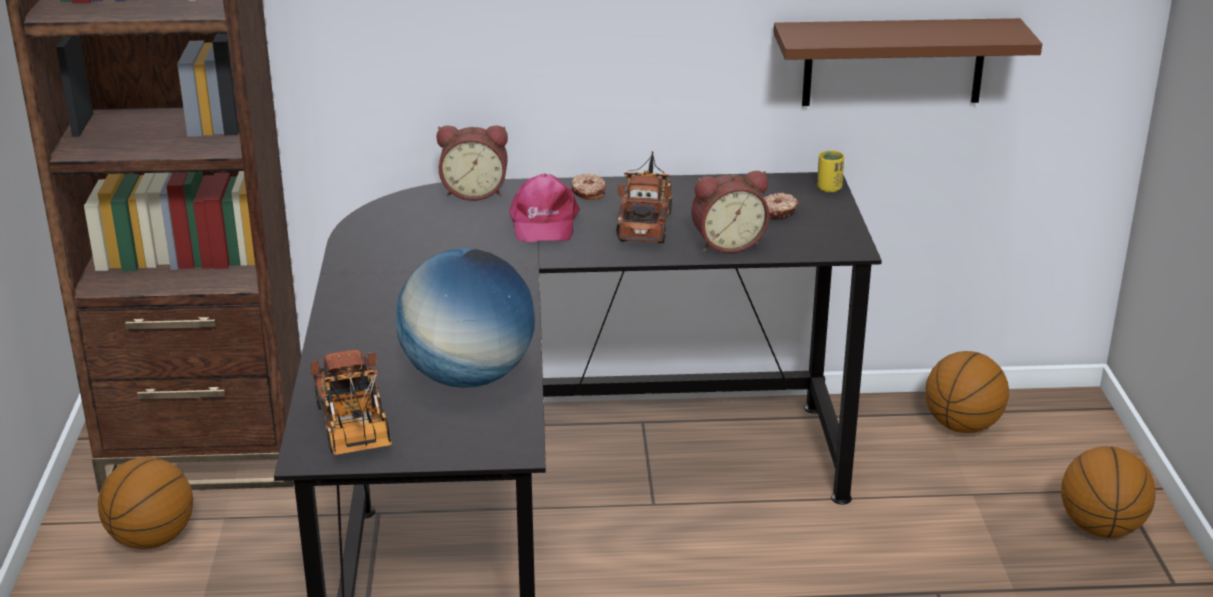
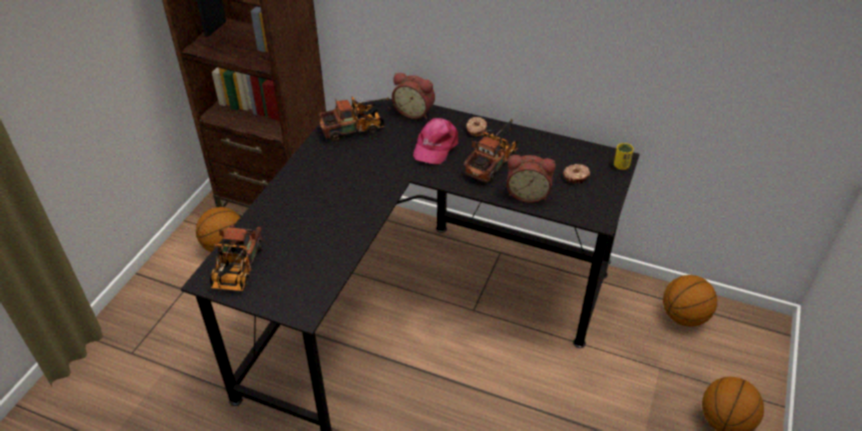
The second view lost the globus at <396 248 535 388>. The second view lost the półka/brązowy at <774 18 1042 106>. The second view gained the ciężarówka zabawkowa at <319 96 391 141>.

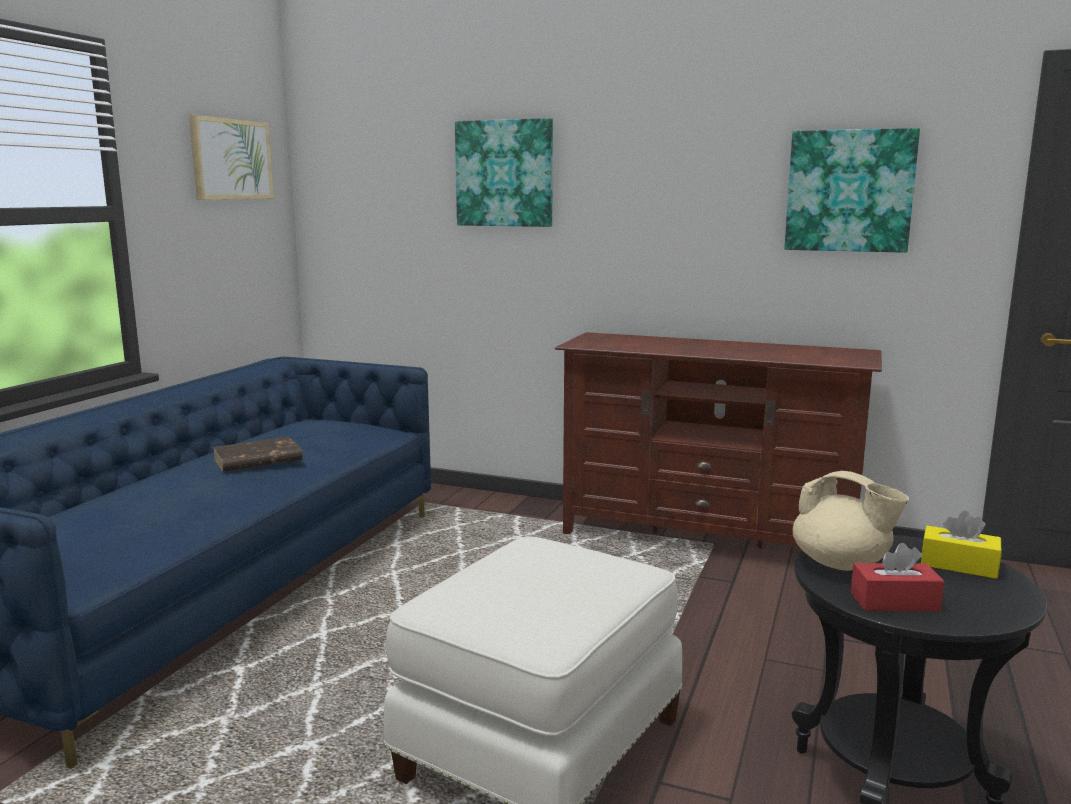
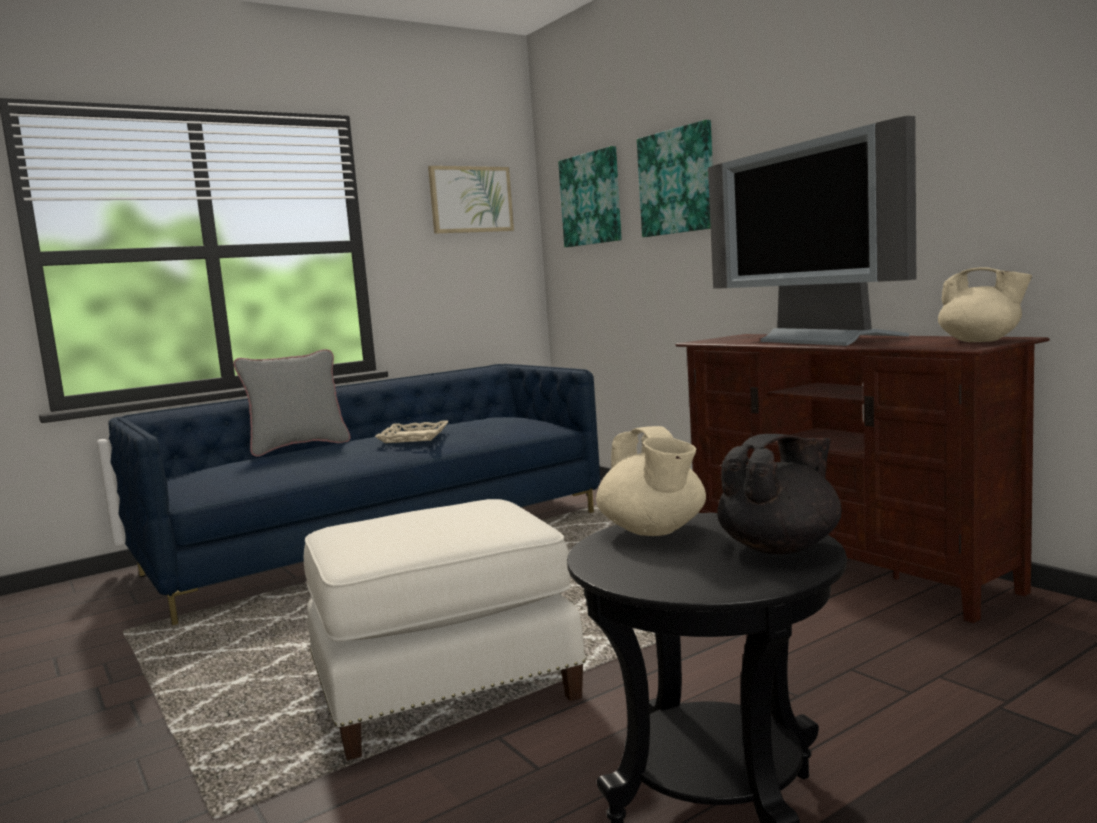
The second view lost the pudełko chusteczek/czerwony at <851 543 944 612>. The second view gained the poduszka/szary at <233 349 350 457>. The second view gained the telewizor at <708 116 916 346>. The second view gained the imbryk/beżowy at <938 267 1032 342>. The obraz ended up elsewhere, having gone from <785 128 920 253> to <558 146 622 247>. Where the książka/brązowy stood at <212 437 303 472>, the taca/beżowy came to stand at <375 420 449 443>. Where the pudełko chusteczek/żółty stood at <921 511 1002 579>, the imbryk/czarny came to stand at <717 434 842 554>.

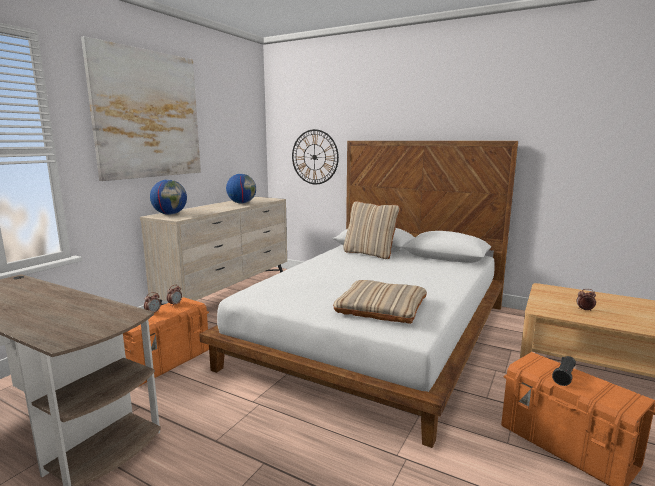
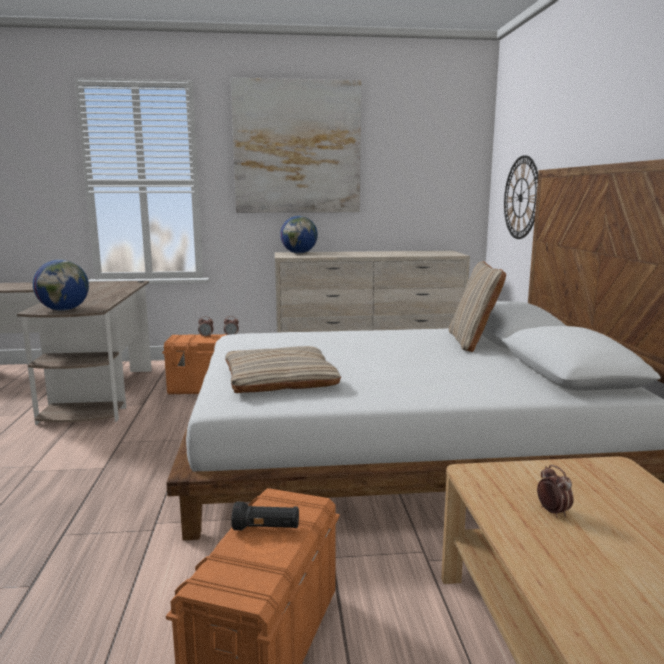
The globus ended up elsewhere, having gone from <226 174 256 204> to <33 260 89 311>.

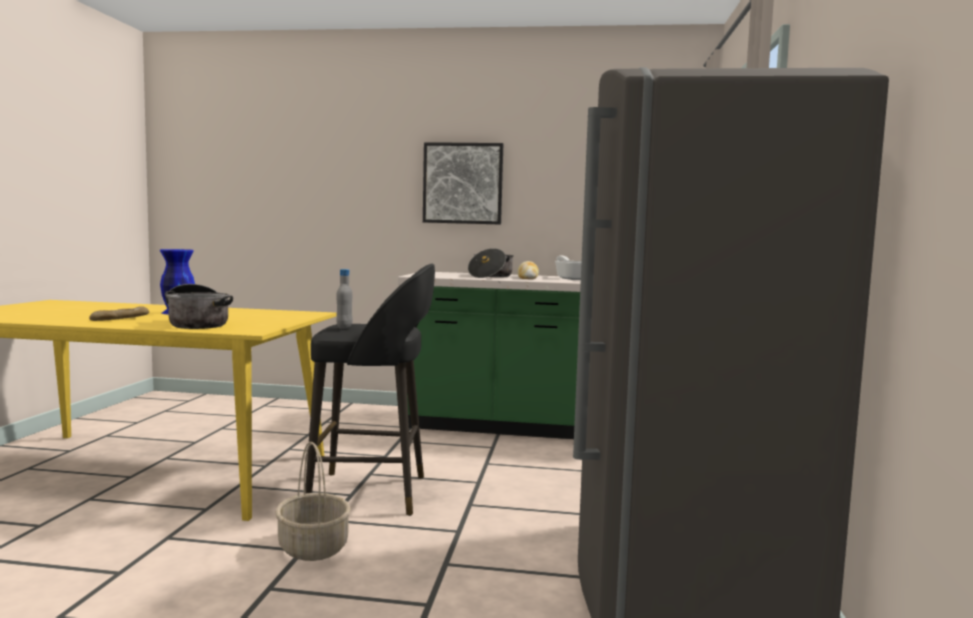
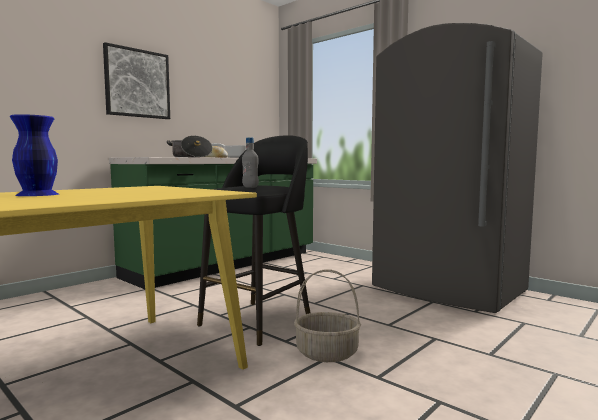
The second view lost the chleb at <89 306 149 321>. The second view lost the garnek at <165 284 233 329>.

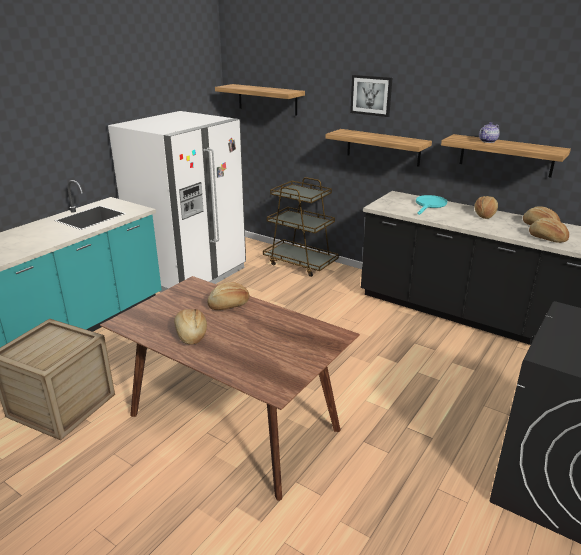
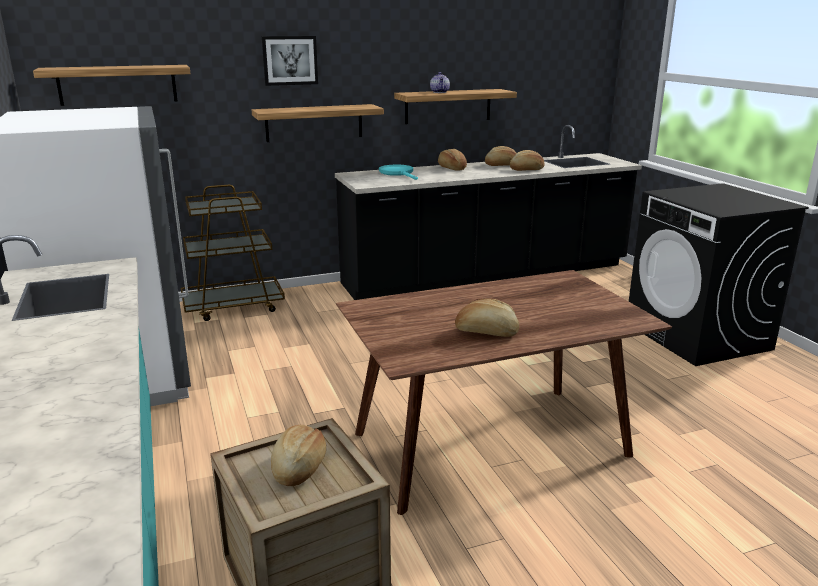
The chleb ended up elsewhere, having gone from <207 282 250 310> to <271 425 326 486>.

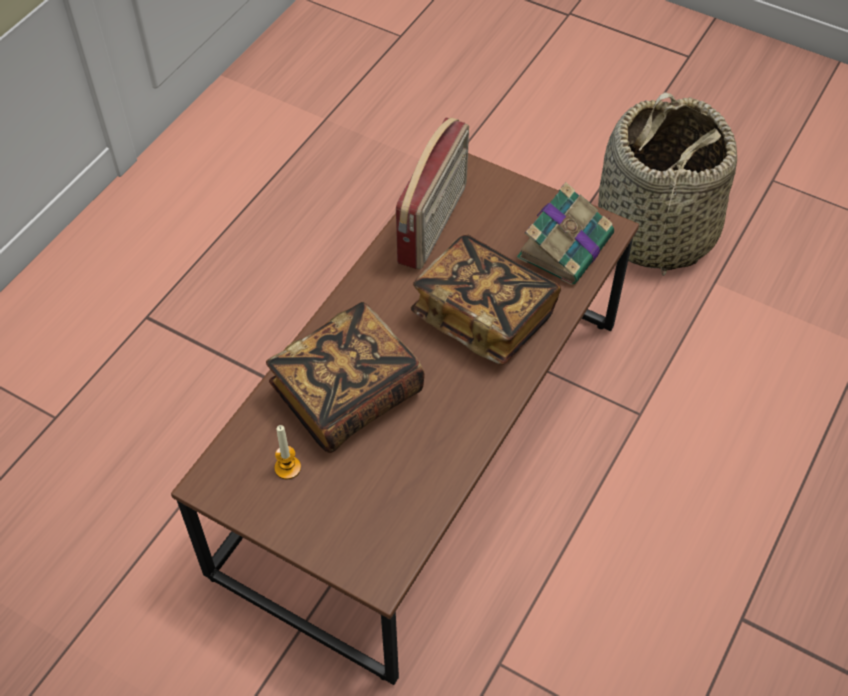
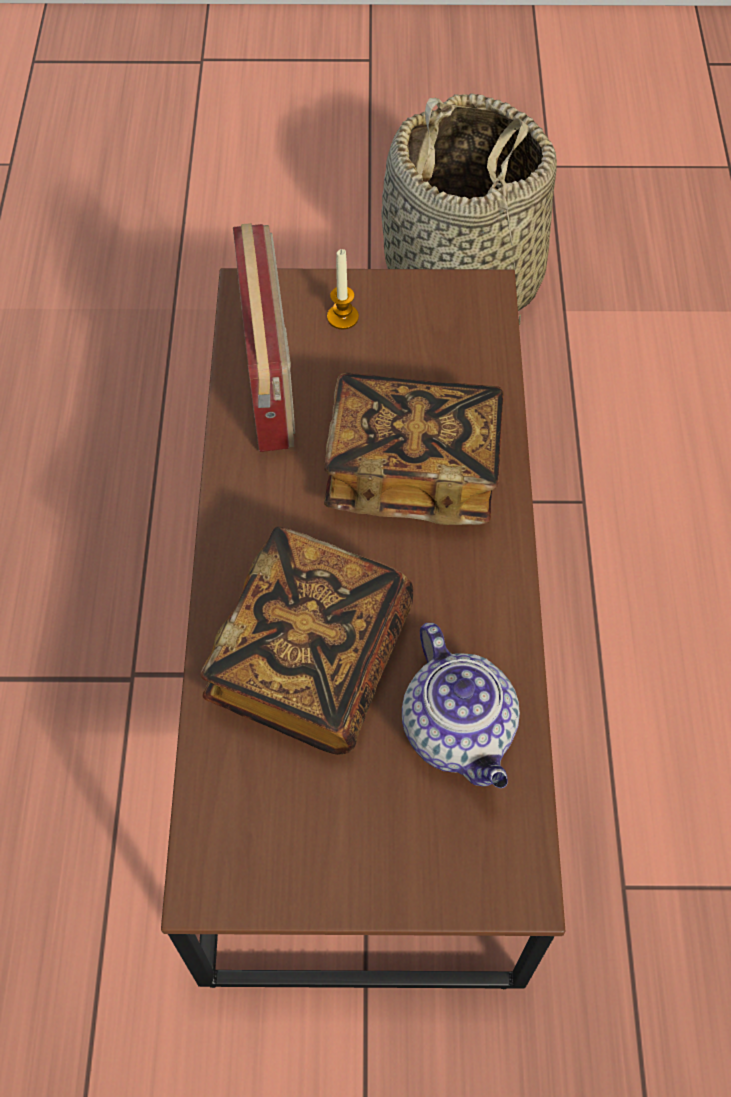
The second view lost the książka at <517 182 614 285>. The second view gained the imbryk at <402 623 520 788>. The świeca ended up elsewhere, having gone from <274 425 301 480> to <327 249 359 329>.

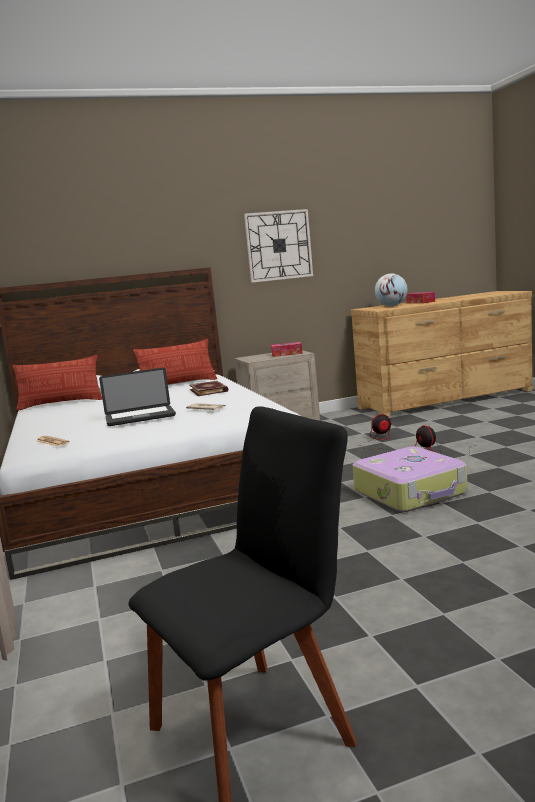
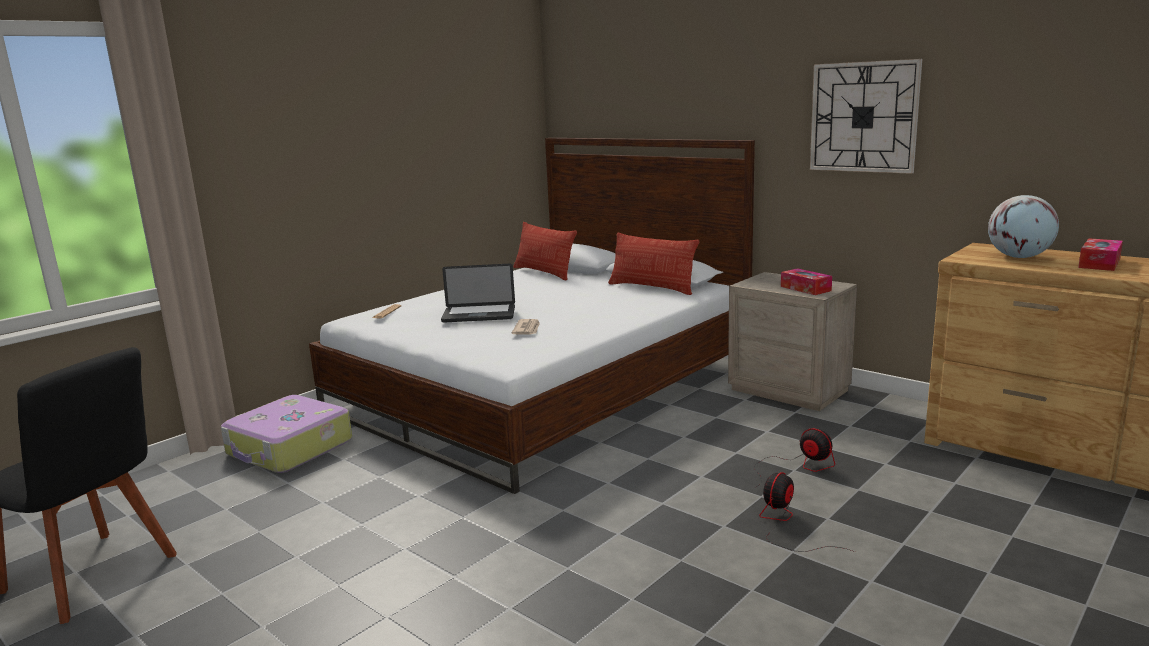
The second view lost the książka at <189 381 229 396>. The walizka ended up elsewhere, having gone from <353 446 468 512> to <221 395 352 473>. The laptop at <99 368 176 426> ended up facing another way, 45 degrees counterclockwise from before.

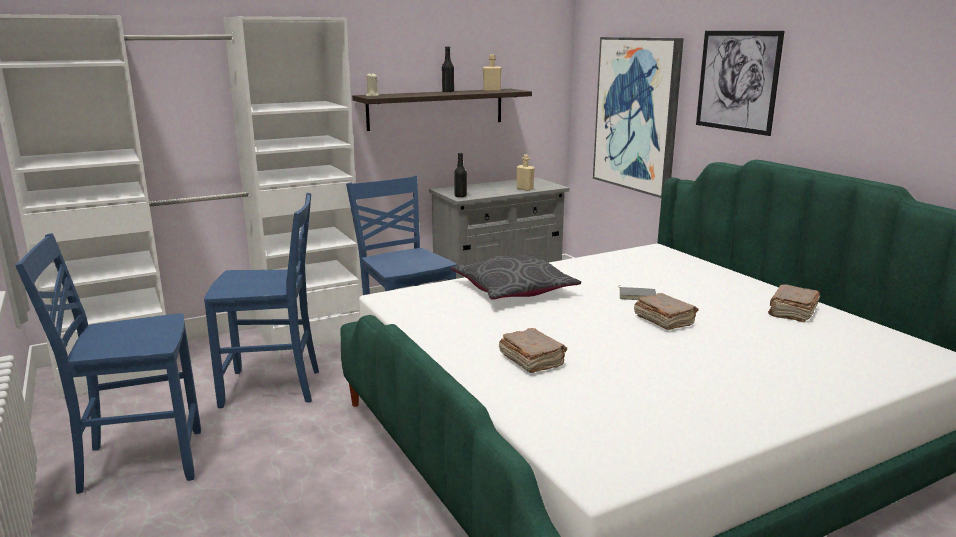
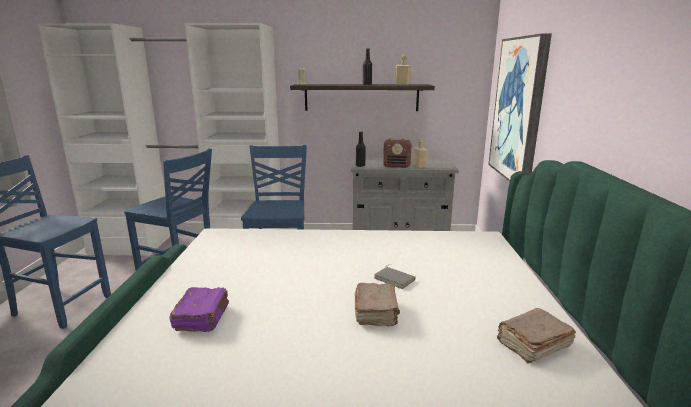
The second view lost the poduszka/szary at <450 254 581 300>. The second view lost the obraz at <696 31 784 136>. The second view gained the radio at <383 138 412 168>. What was the książka/brązowy at <499 328 567 373> turned into the książka/fioletowy at <169 287 229 332>.

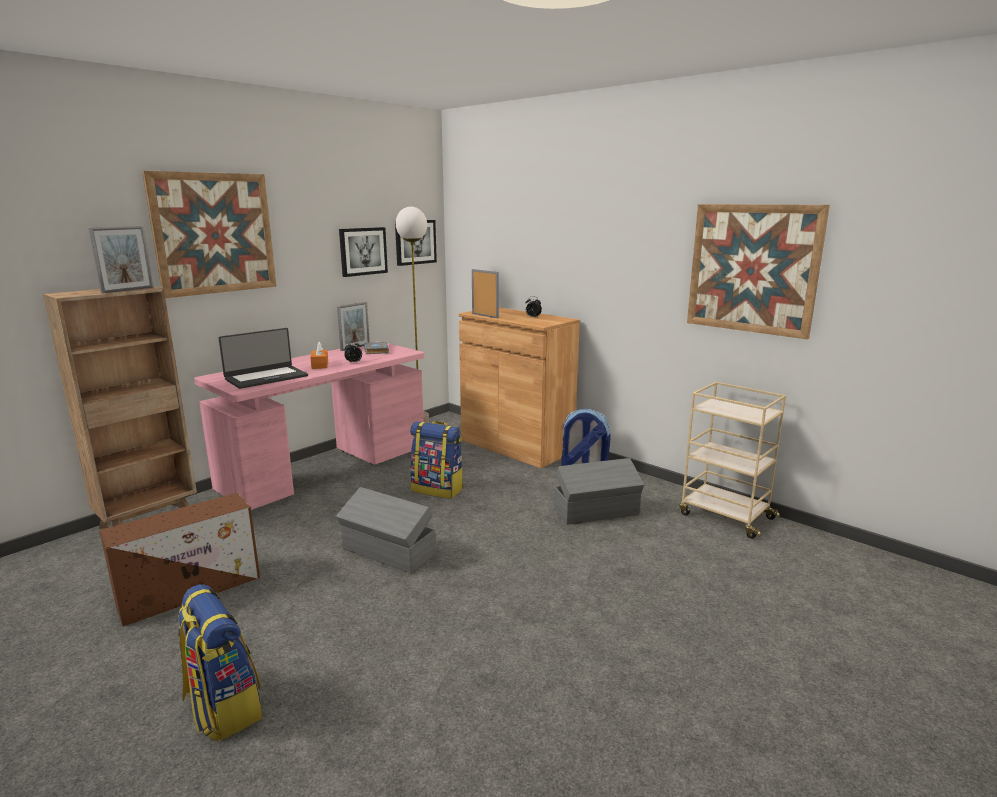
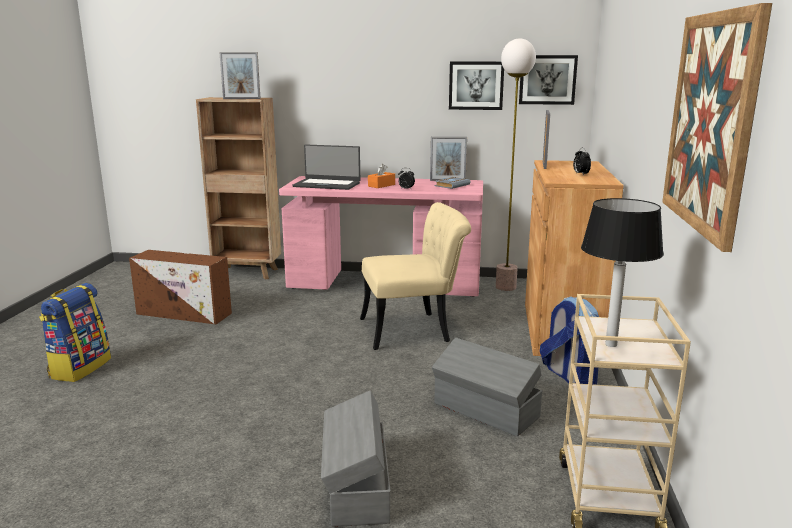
The second view lost the obraz at <142 171 277 298>. The second view gained the lampa stołowa at <581 198 664 347>. The pojemnik do przechowywania/szary ended up elsewhere, having gone from <336 487 436 573> to <321 390 390 527>. Where the plecak stood at <410 421 464 499>, the krzesło/beżowy came to stand at <360 202 471 350>.

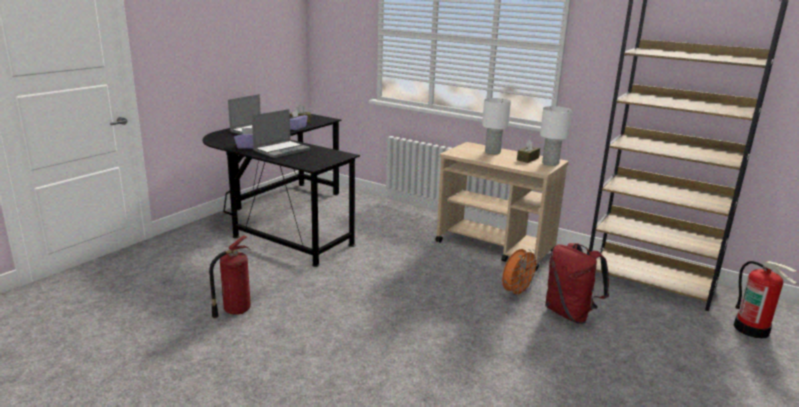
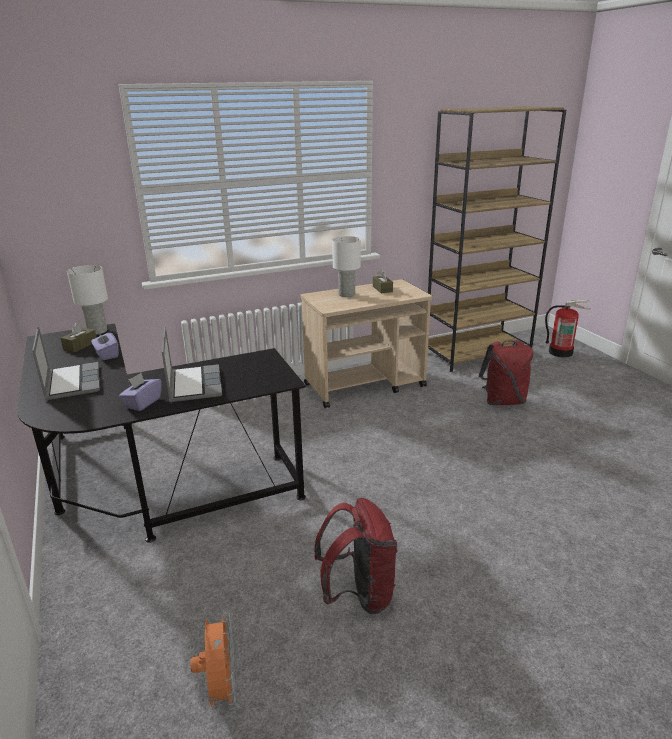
The wentylator/pomarańczowy ended up elsewhere, having gone from <502 249 540 298> to <190 612 237 710>. The lampa stołowa/biały ended up elsewhere, having gone from <540 106 572 166> to <67 265 108 335>. Where the gaśnica stood at <209 235 251 318>, the plecak/czerwony came to stand at <314 498 397 614>.

